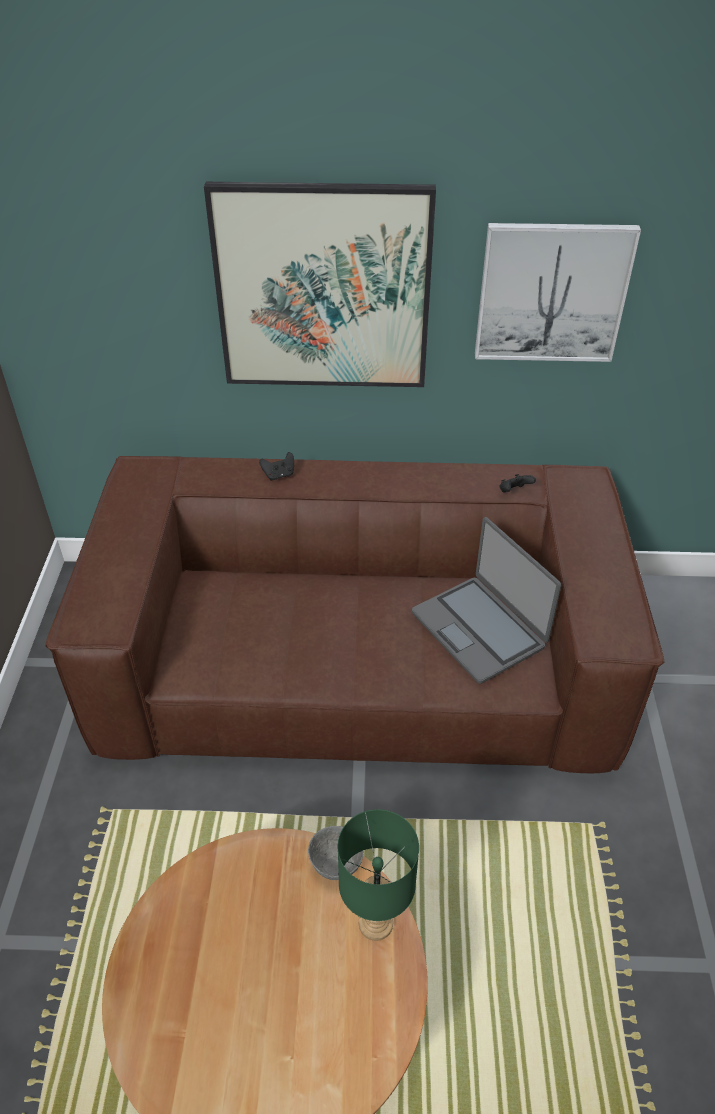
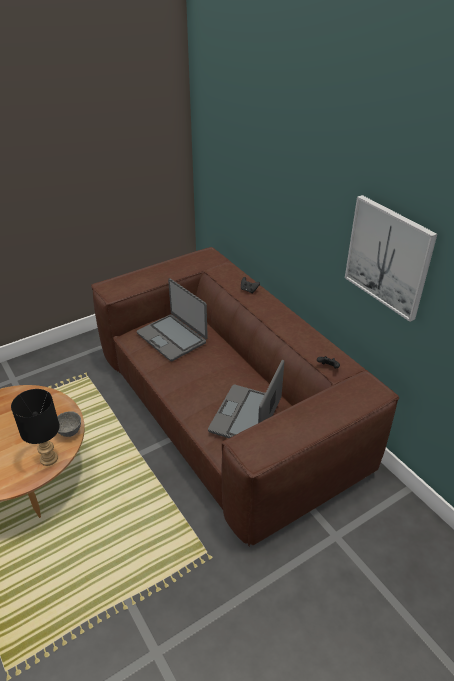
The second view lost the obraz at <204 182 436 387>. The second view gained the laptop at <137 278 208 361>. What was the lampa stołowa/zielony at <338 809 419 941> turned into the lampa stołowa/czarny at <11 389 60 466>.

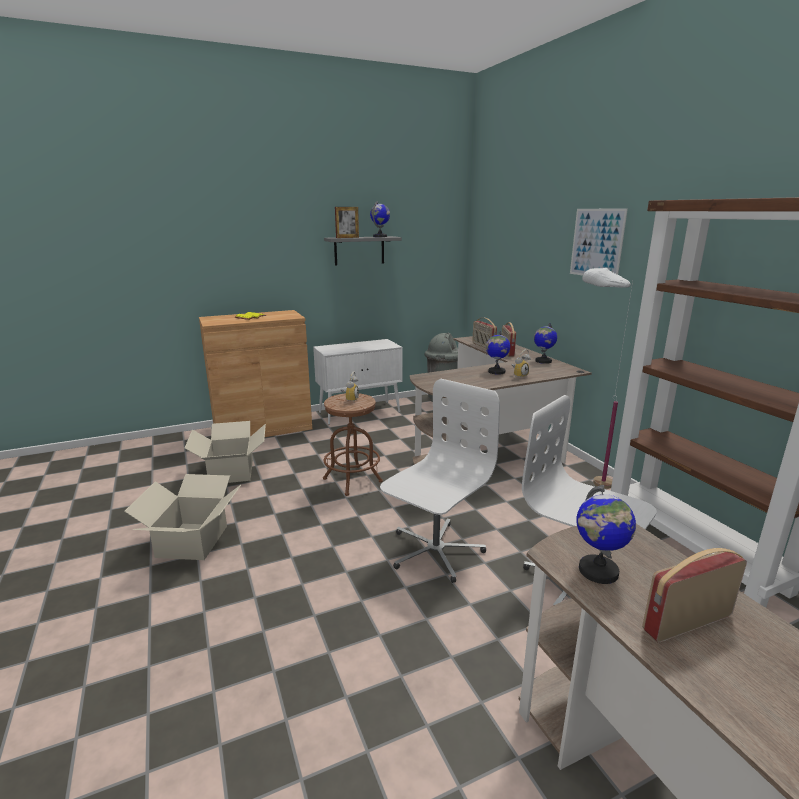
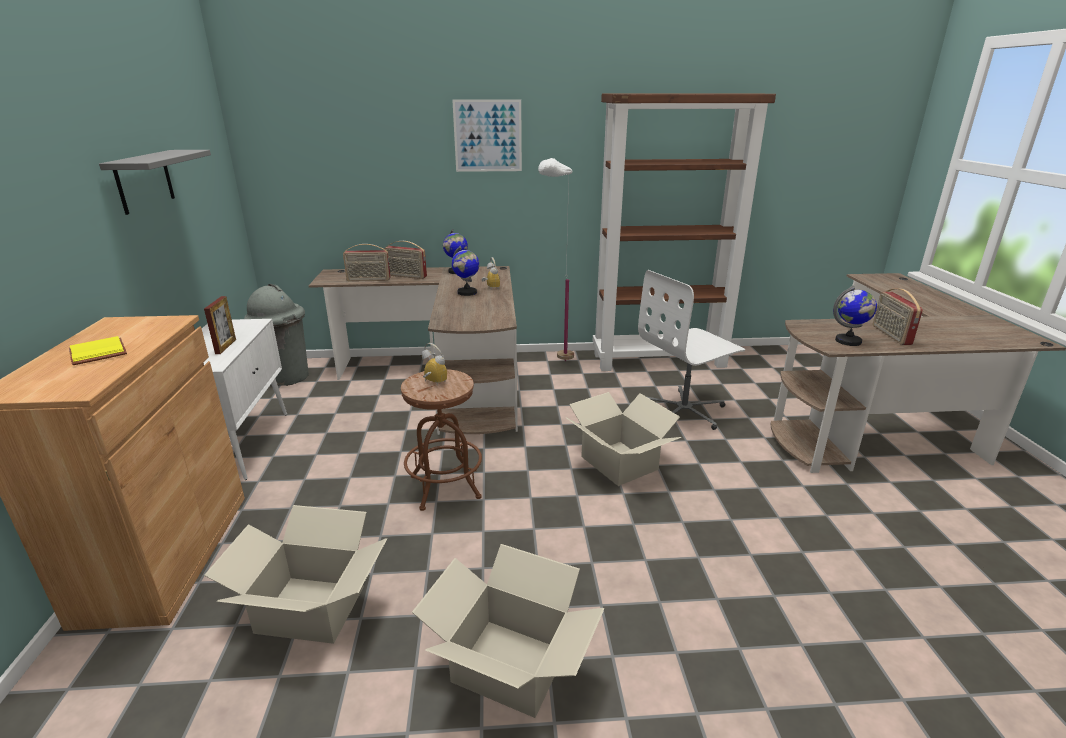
The second view lost the globus at <370 201 390 237>. The ramka na zdjęcie ended up elsewhere, having gone from <335 207 359 238> to <204 296 236 354>. Where the krzesło biurowe/biały stood at <380 379 500 583>, the karton came to stand at <565 392 681 486>.

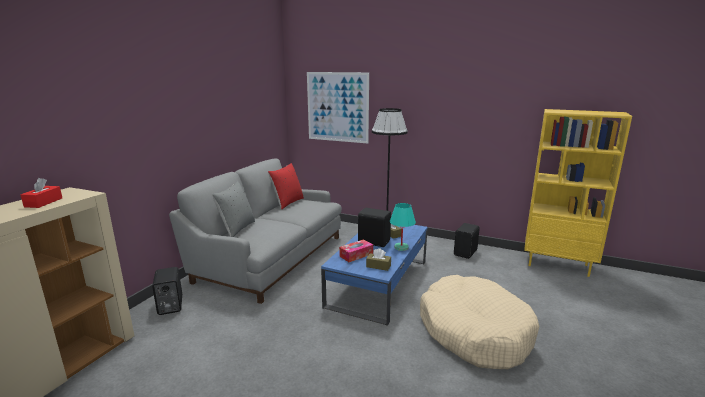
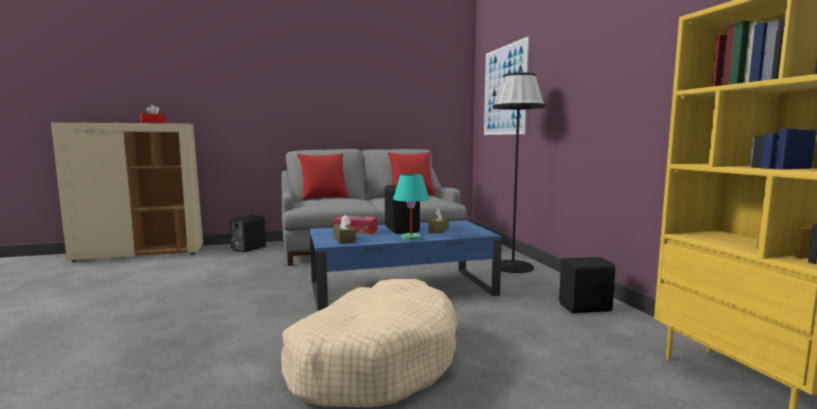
What was the poduszka/szary at <212 181 255 237> turned into the poduszka/czerwony at <297 153 349 200>.

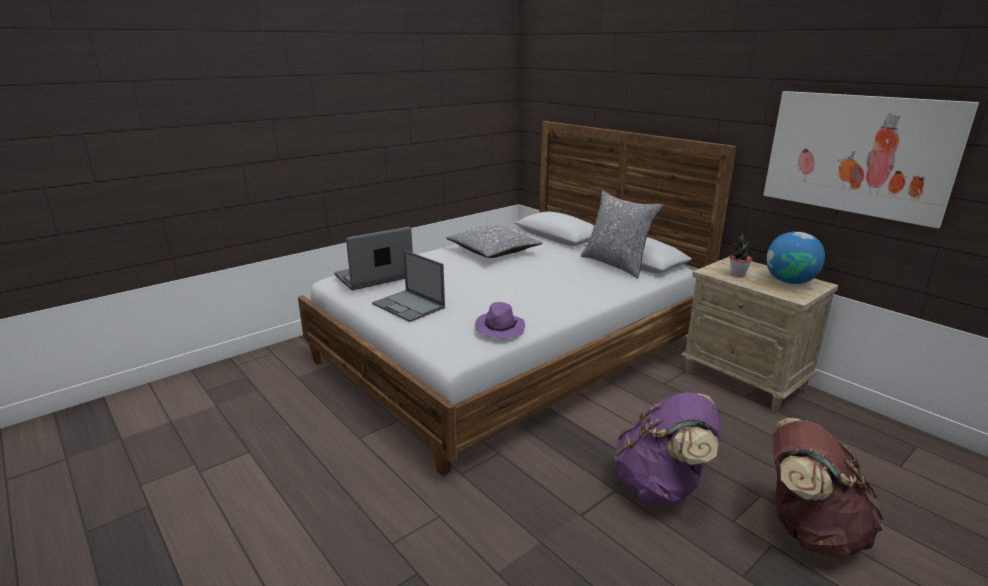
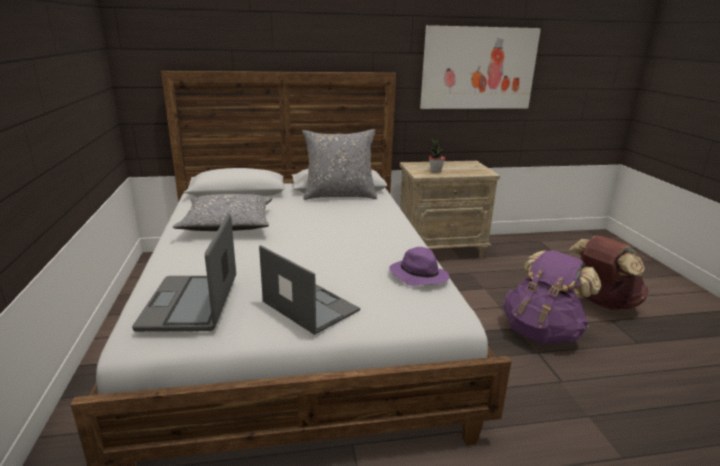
The second view lost the globus at <766 232 825 284>. The laptop at <372 250 445 322> ended up facing another way, 120 degrees counterclockwise from before.

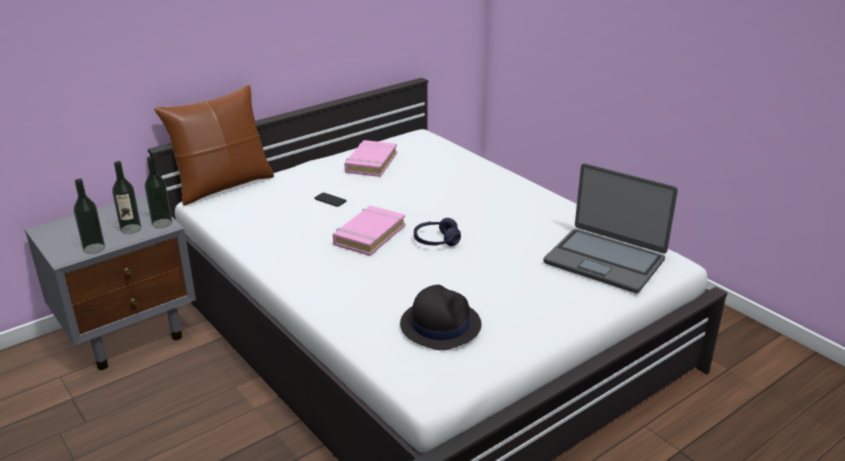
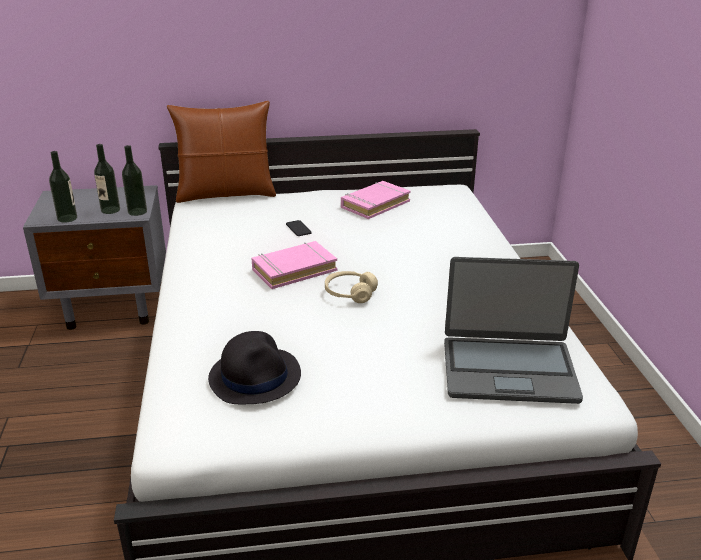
What was the słuchawki/fioletowy at <414 218 461 246> turned into the słuchawki/beżowy at <325 271 378 303>. The laptop at <543 163 678 293> ended up facing another way, 60 degrees counterclockwise from before.

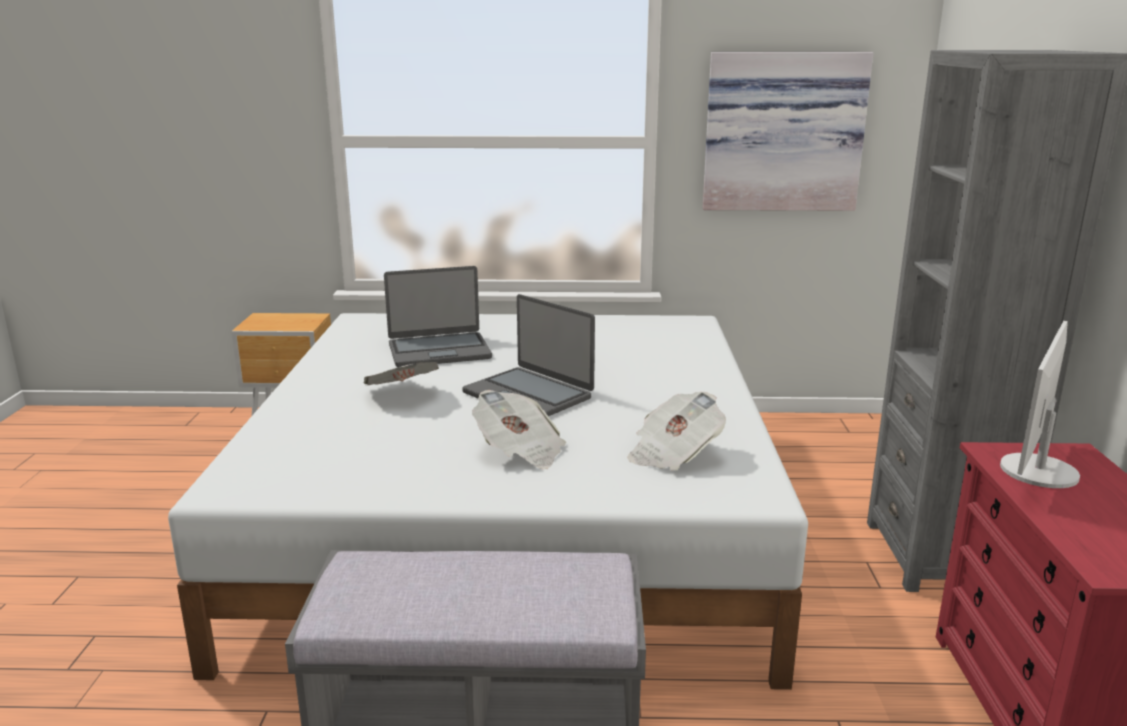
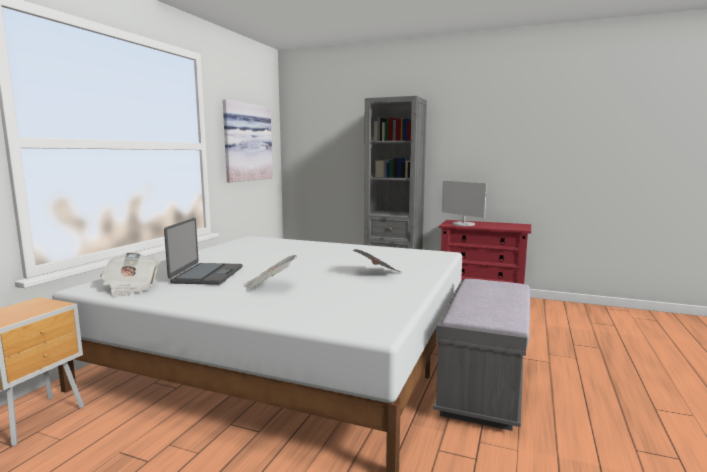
The second view lost the laptop at <462 294 595 416>. The gazeta ended up elsewhere, having gone from <627 392 726 471> to <100 252 159 297>.

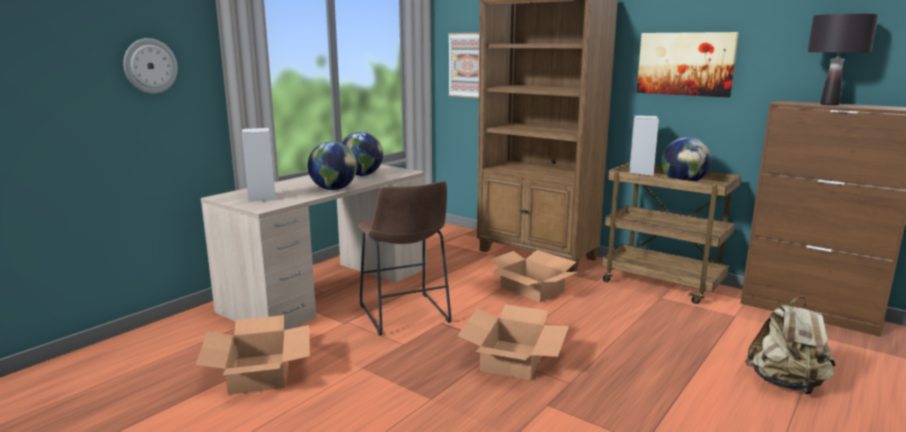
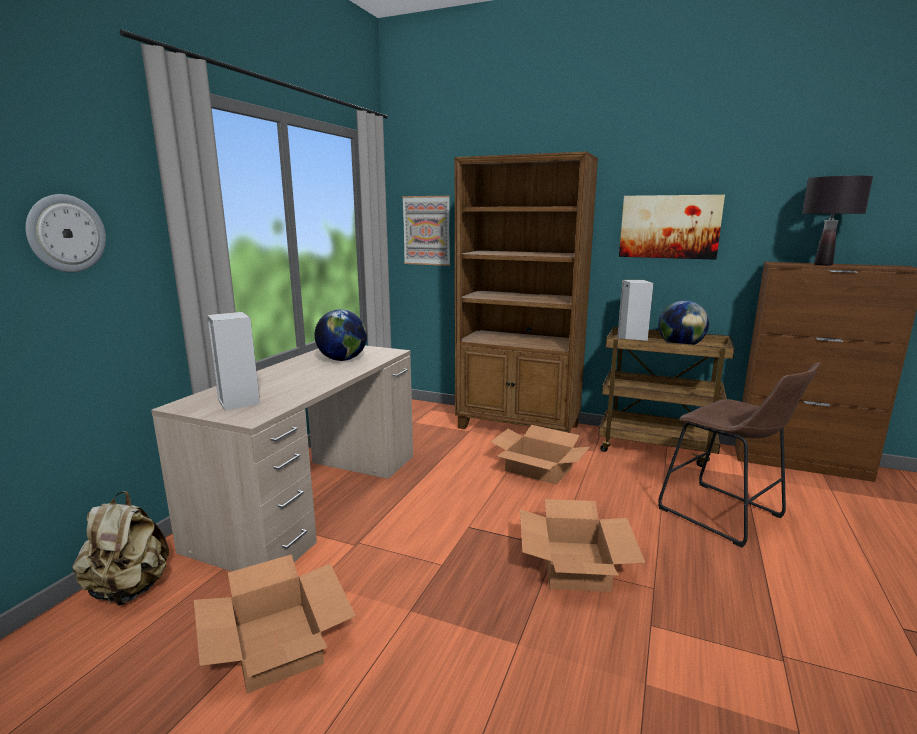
The second view lost the globus at <308 141 357 190>. The stołek/brązowy ended up elsewhere, having gone from <358 181 451 336> to <658 362 820 548>. The plecak/beżowy ended up elsewhere, having gone from <745 296 836 394> to <72 491 169 606>.

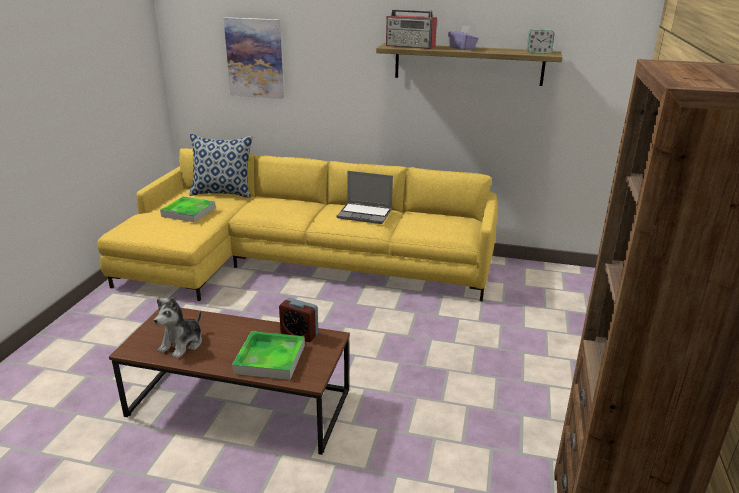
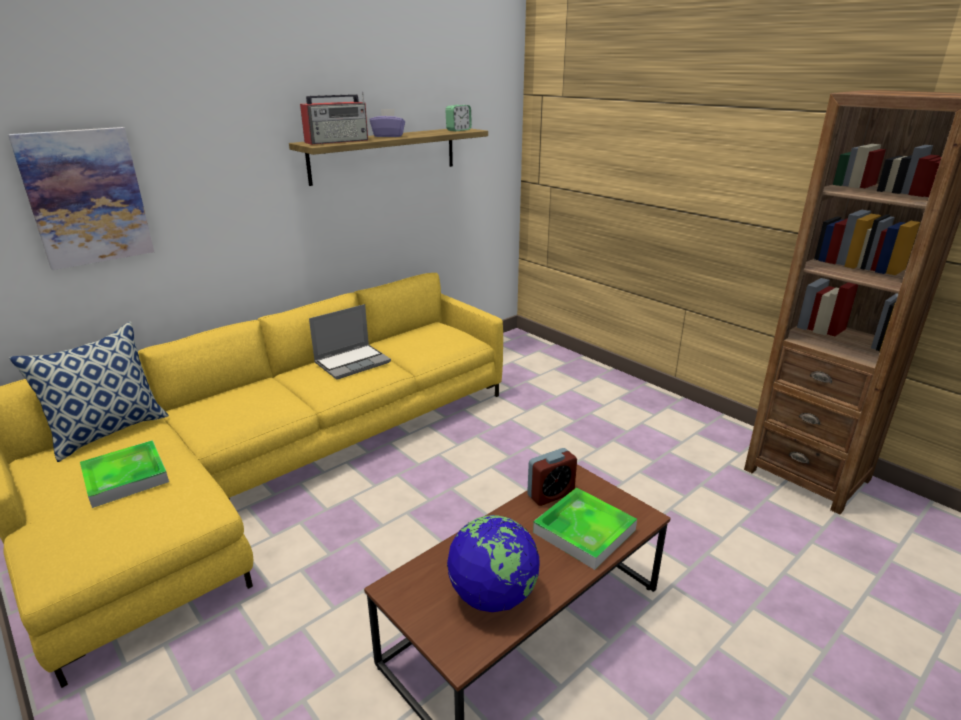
Where the pluszak stood at <154 298 202 359>, the globus came to stand at <447 515 540 612>.

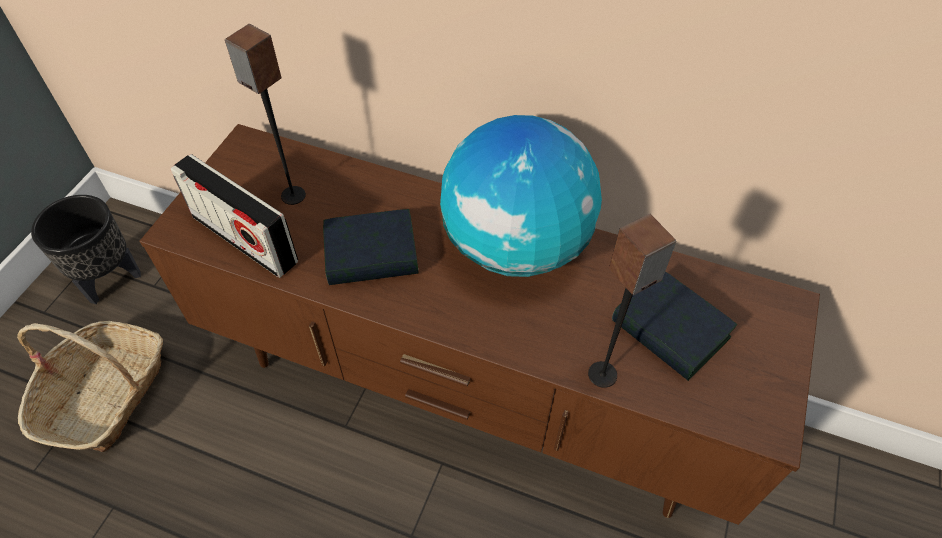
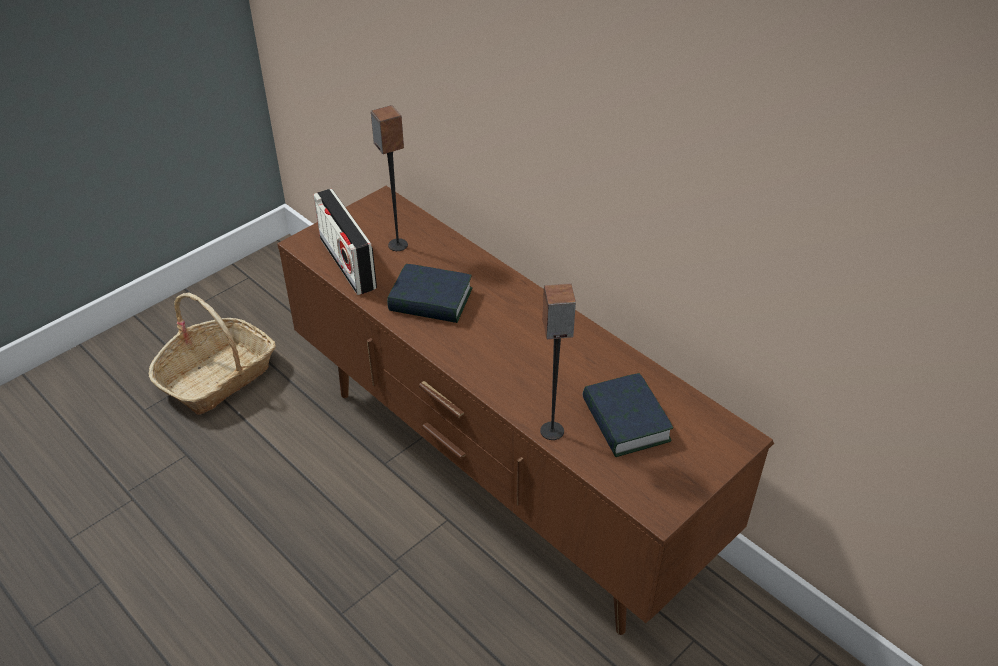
The second view lost the donica/czarny at <31 195 141 304>. The second view lost the globus at <440 115 602 277>.

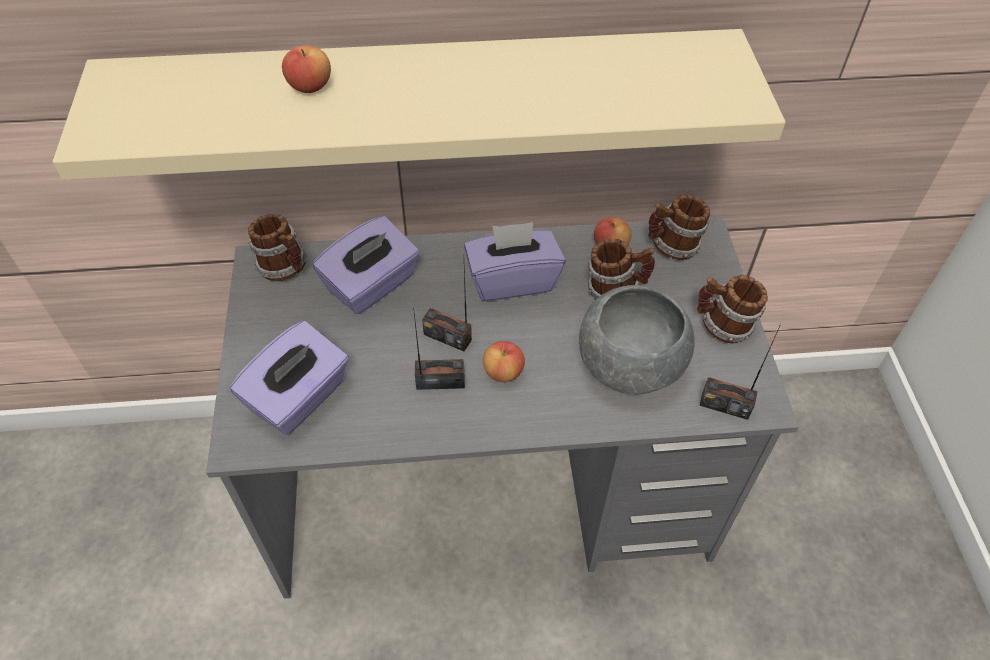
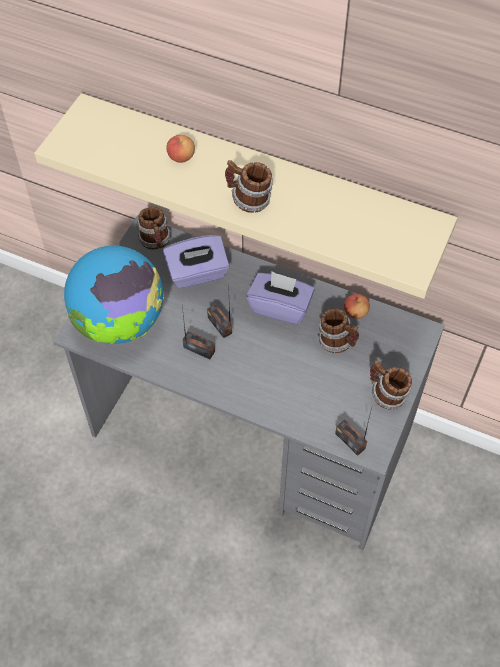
The second view lost the jabłko at <483 341 525 382>. The second view lost the miska/szary at <579 285 695 395>. The kubek ended up elsewhere, having gone from <648 195 710 260> to <225 160 273 213>. Where the pudełko chusteczek/fioletowy stood at <230 321 349 435>, the globus came to stand at <64 245 164 344>.

